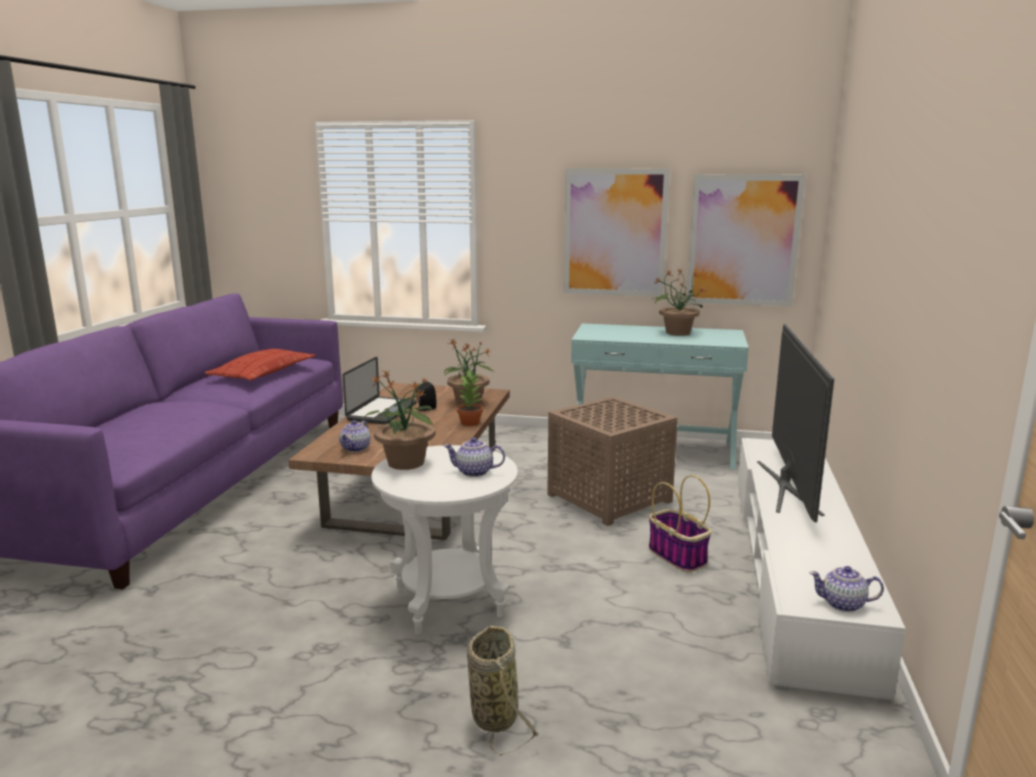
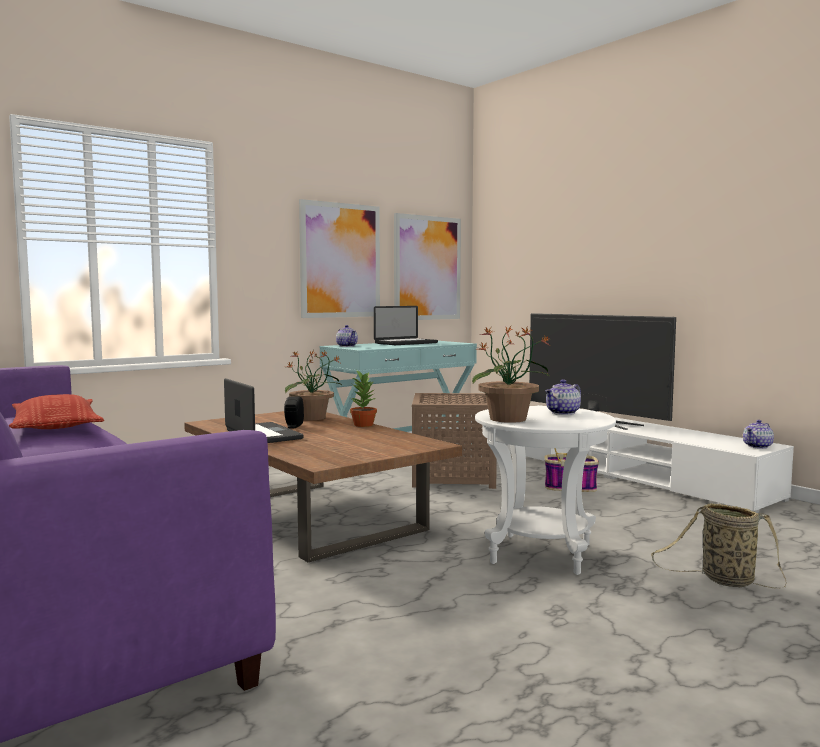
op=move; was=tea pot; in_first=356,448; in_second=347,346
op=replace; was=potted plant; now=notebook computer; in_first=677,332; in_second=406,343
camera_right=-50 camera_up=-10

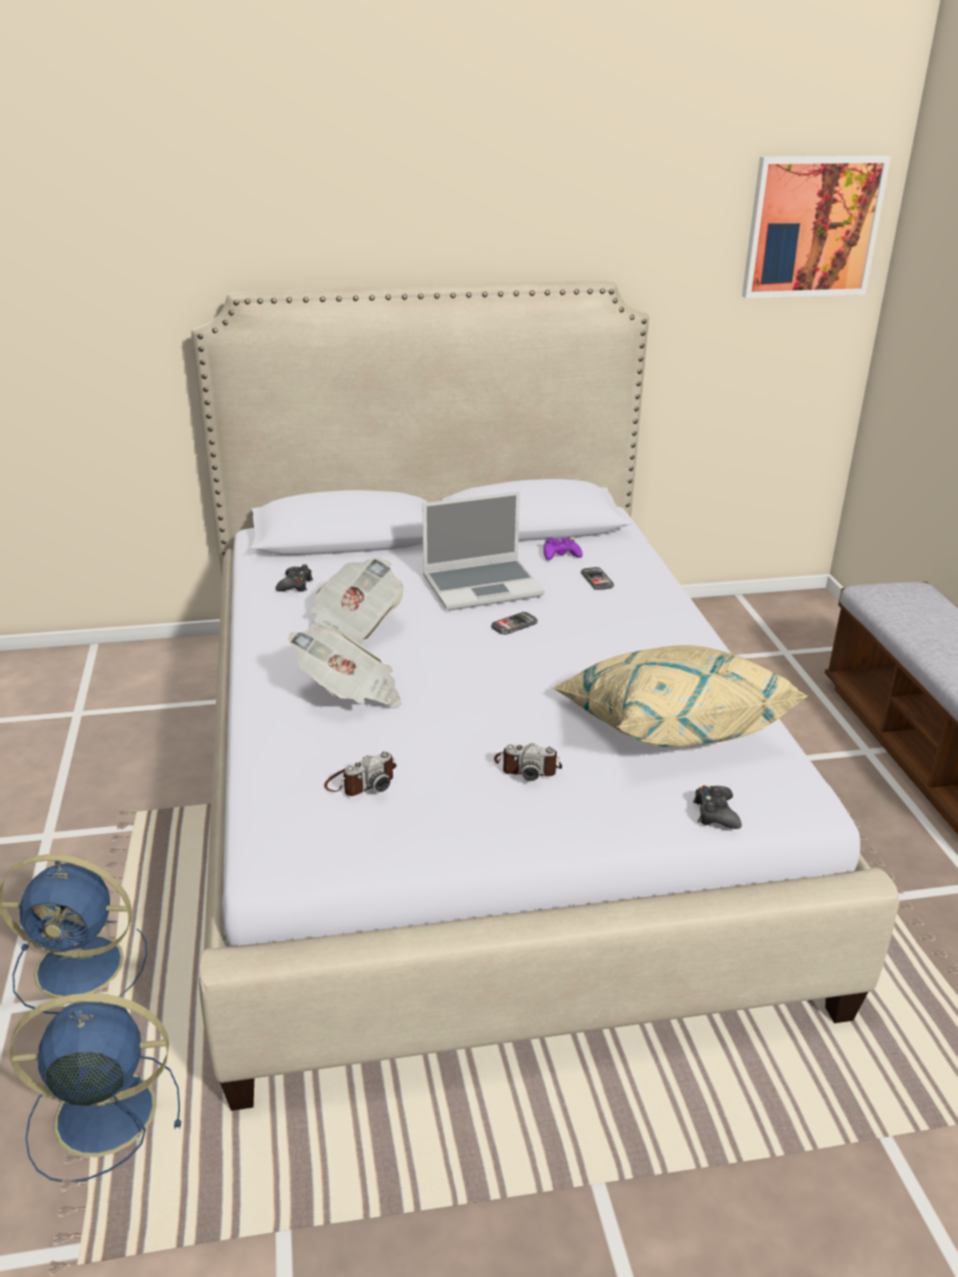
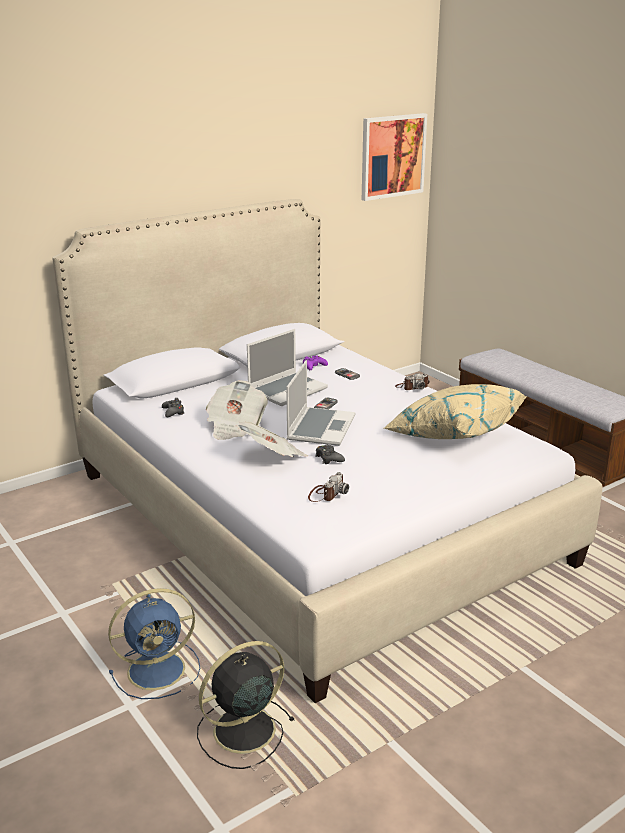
op=recolor; was=cooling fan (blue); now=cooling fan (blackish); in_first=100,1114; in_second=241,731
op=insert; now=notebook computer; in_second=320,427
op=move; was=gamepad (blackish); in_first=715,813; in_second=329,458
op=move; was=photo camera; in_first=527,766; in_second=412,387
camera_right=-25 camera_up=-5

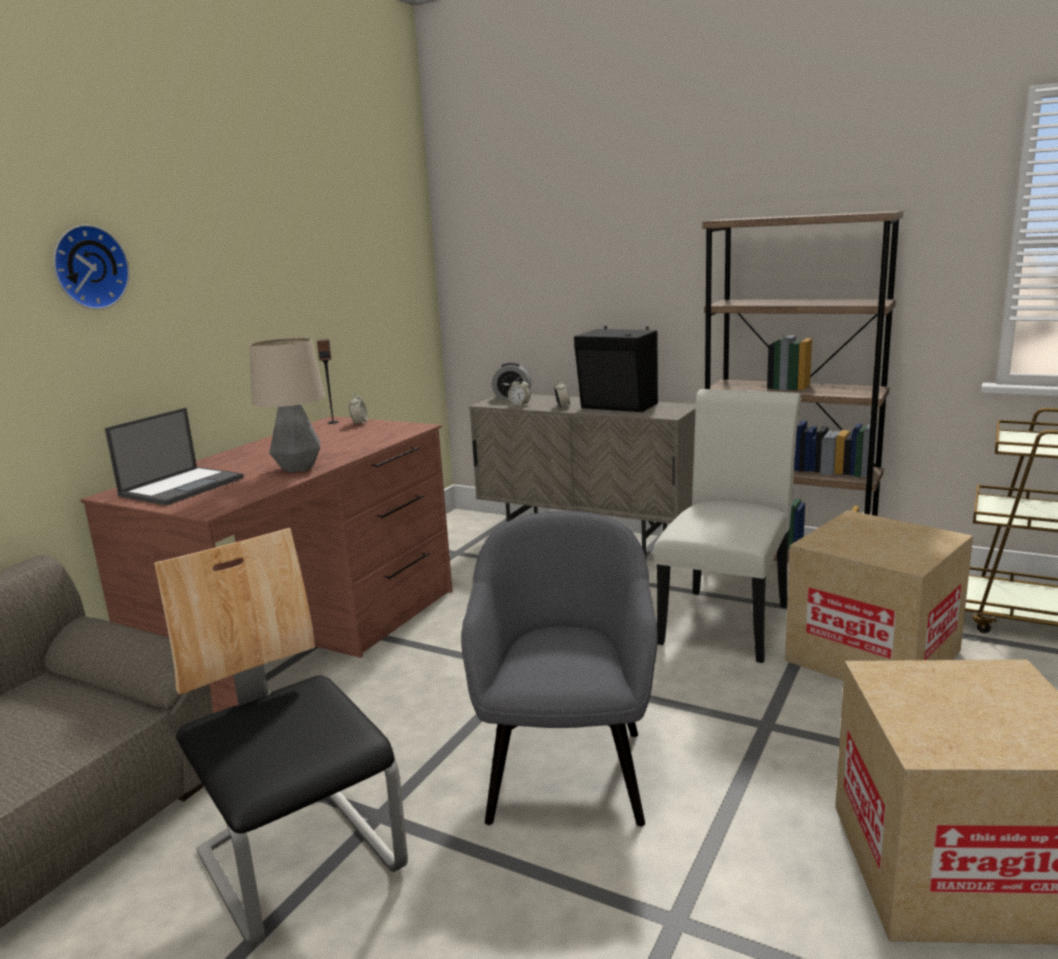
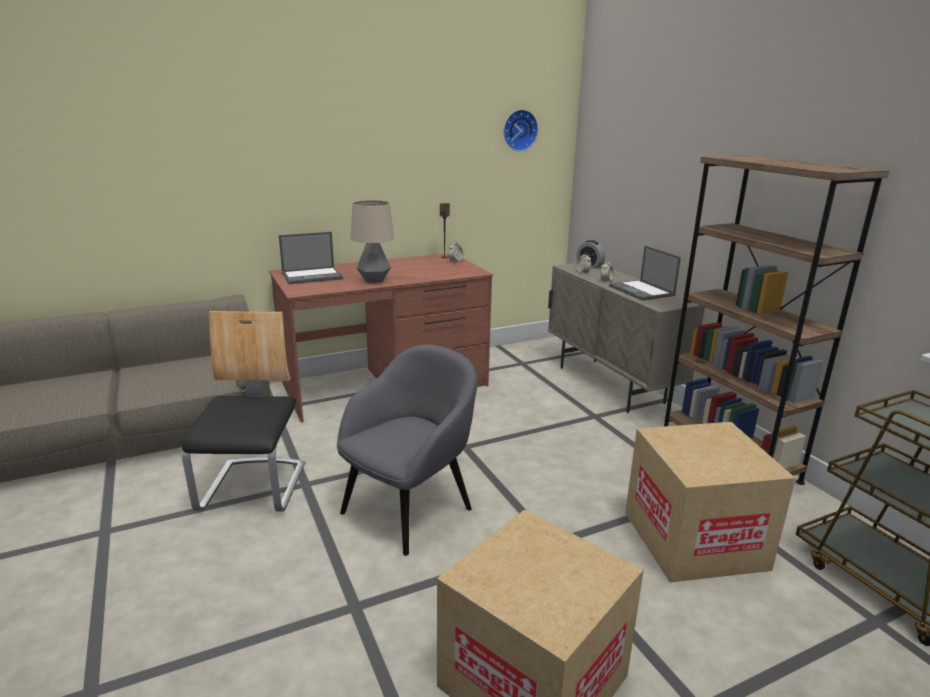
op=move; was=wall clock; in_first=88,267; in_second=519,130
op=replace; was=speaker (blackish); now=notebook computer; in_first=619,406; in_second=642,291
op=delete; was=upright chair (white-coloured); in_first=728,619
camera_right=35 camera_up=5

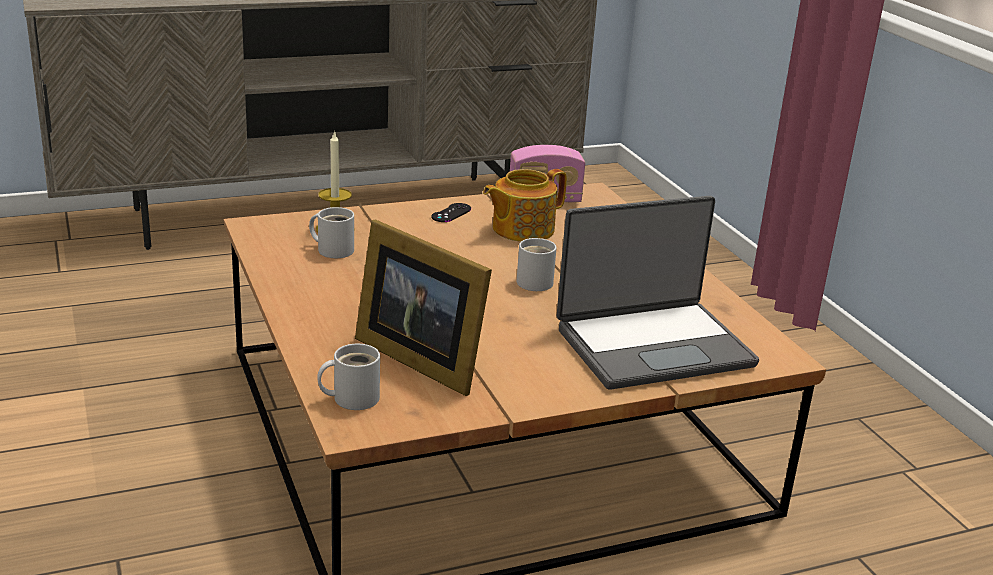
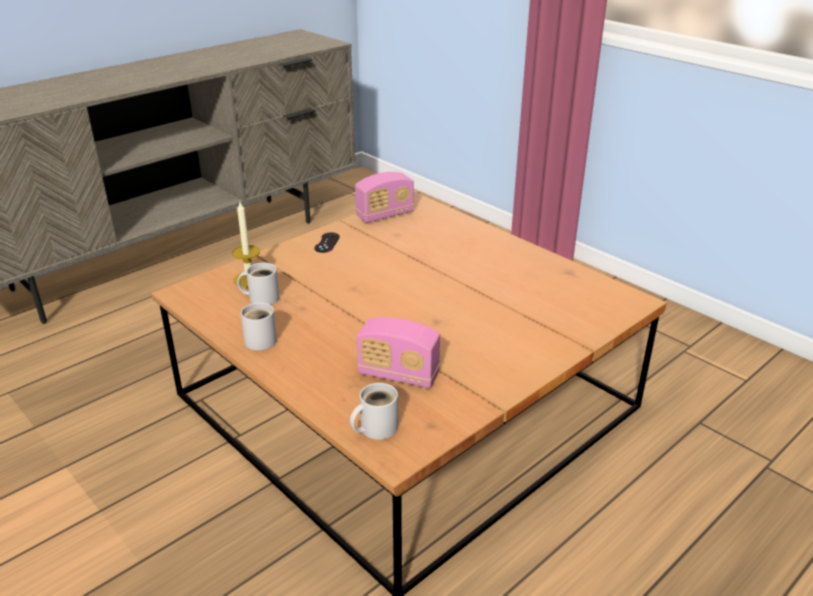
op=move; was=coffee mug (white-coloured); in_first=538,282; in_second=263,339
op=replace; was=standing frame; now=radio receiver; in_first=420,357; in_second=398,375
op=delete; was=tea pot; in_first=521,229
op=delete; was=notebook computer; in_first=653,345
camera_right=-20 camera_up=5

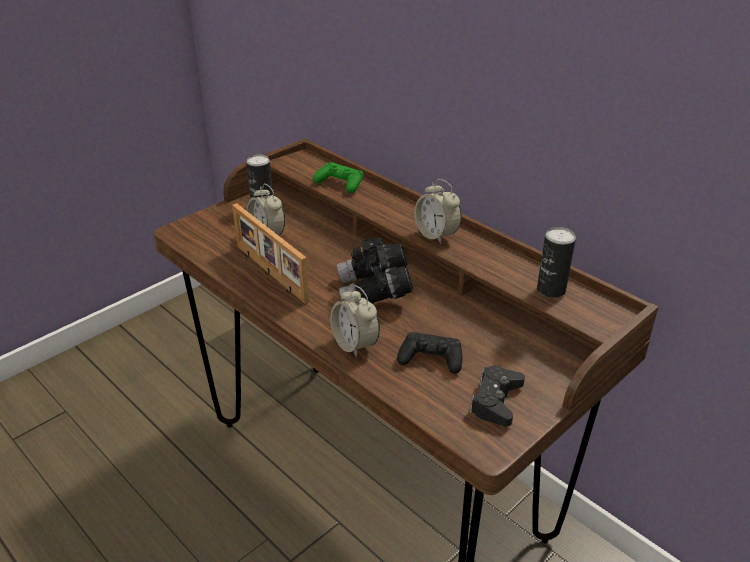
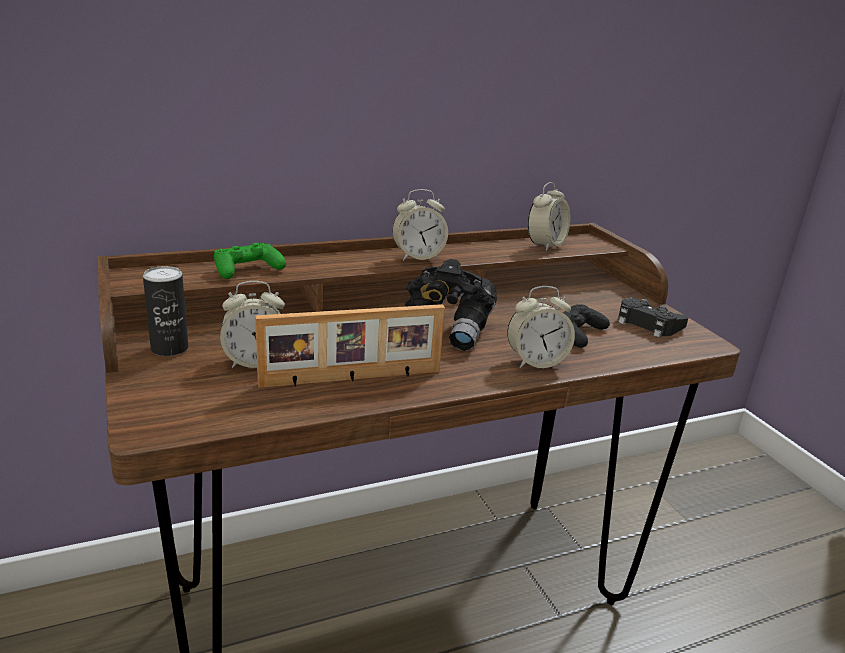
op=replace; was=metal can; now=bedside clock; in_first=551,290; in_second=545,245
camera_right=-70 camera_up=-10

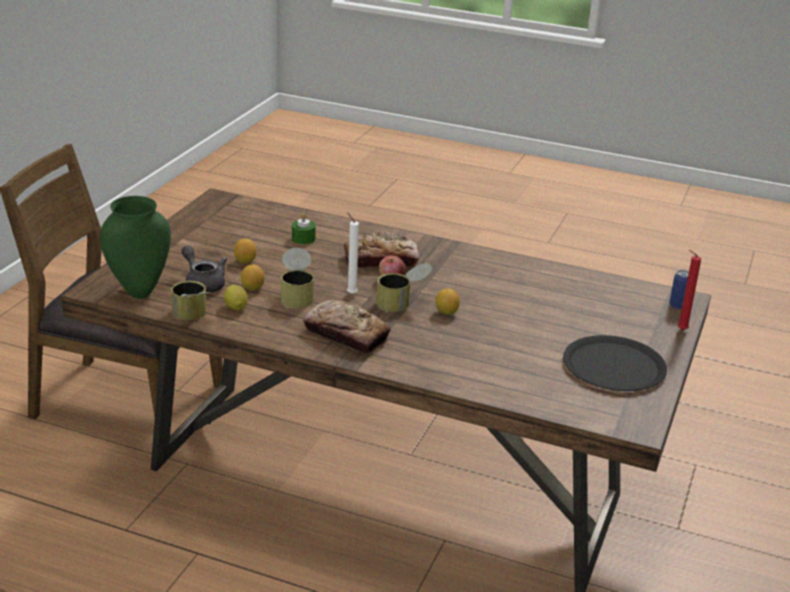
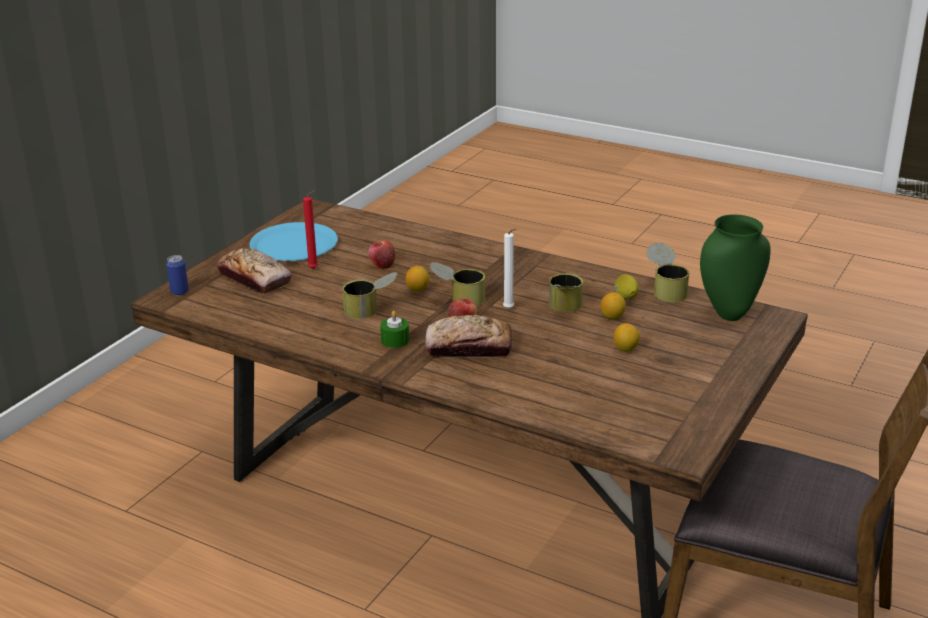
op=move; was=bakery bread; in_first=346,334; in_second=254,279
op=recolor; was=dinner plate (blackish); now=dinner plate (blue); in_first=614,366; in_second=294,244
op=move; was=wax light (red); in_first=680,330; in_second=315,268
op=insert; now=metal can; in_second=371,310
op=insert; now=apple fruit; in_second=382,264
op=move; was=wax light (green-coloured); in_first=303,239; in_second=395,340
op=delete; was=tea pot (greyish); in_first=203,283
camera_right=-170 camera_up=0

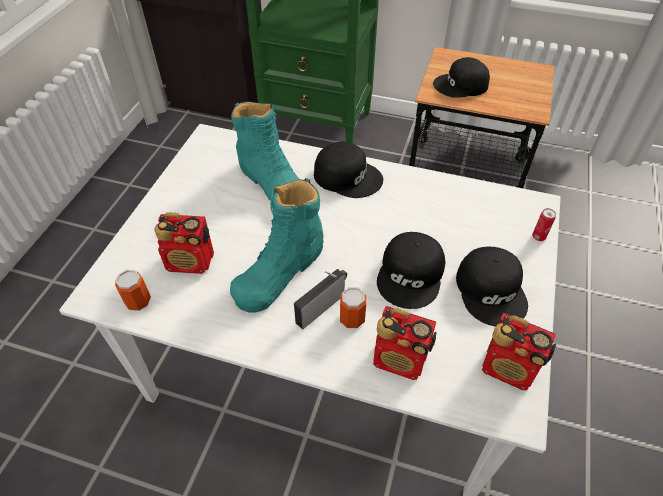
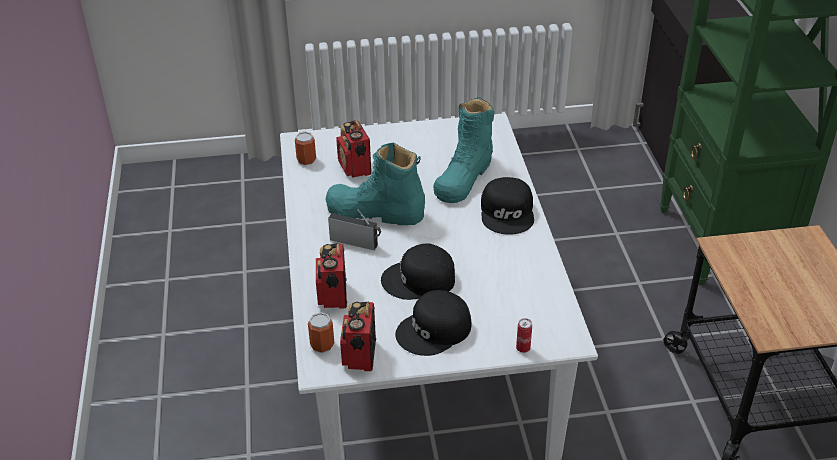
op=move; was=metal can; in_first=352,319; in_second=322,345
op=delete; was=peaked cap (blackish); in_first=461,85
camera_right=65 camera_up=-10

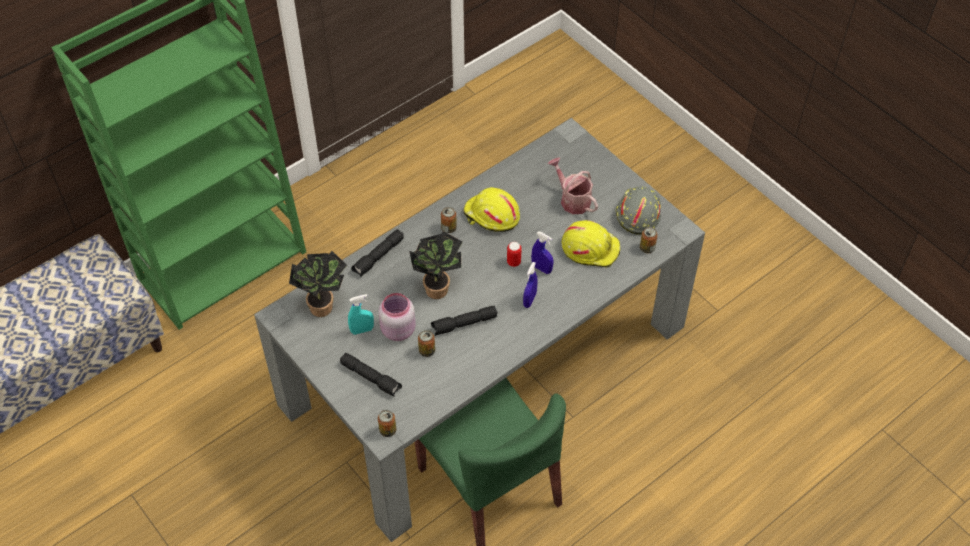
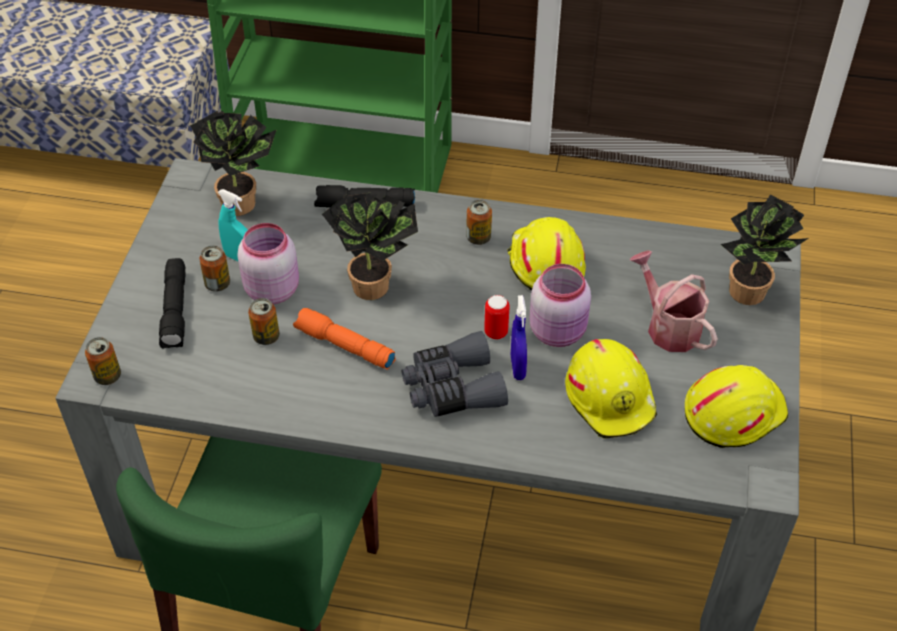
op=move; was=metal can; in_first=647,248; in_second=217,284
op=recolor; was=flashlight (blackish); now=flashlight (orange); in_first=464,324; in_second=344,346
op=replace; was=hand sprayer (blue); now=field glasses (greyish); in_first=529,300; in_second=452,388
op=insert; now=storage jar (pink); in_second=559,331
op=rotate; was=watering pot; in_first=572,199; in_second=668,326; clockwise=-45
op=recolor; was=hard hat (greyish); now=hard hat (yellow); in_first=637,213; in_second=733,411
op=insert; now=potted plant; in_second=750,296
camera_right=50 camera_up=-5

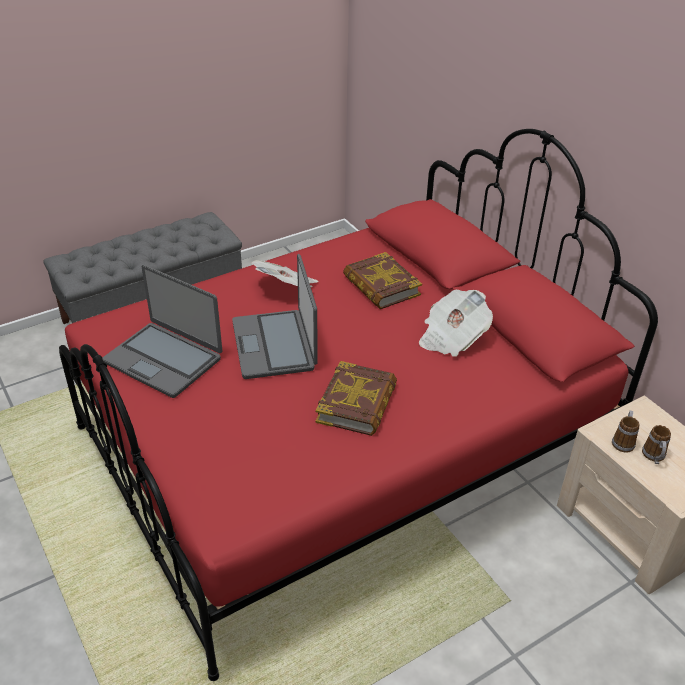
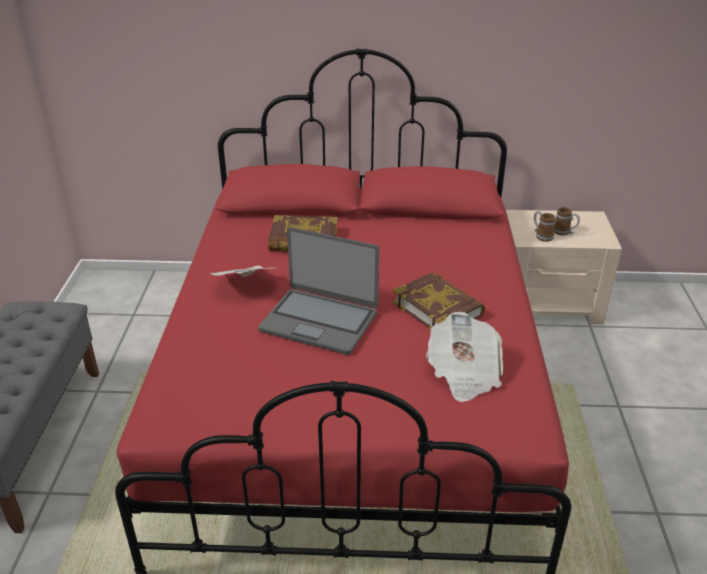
op=move; was=daily paper; in_first=451,337; in_second=463,374
op=delete; was=notebook computer; in_first=164,359
camera_right=-55 camera_up=-5

